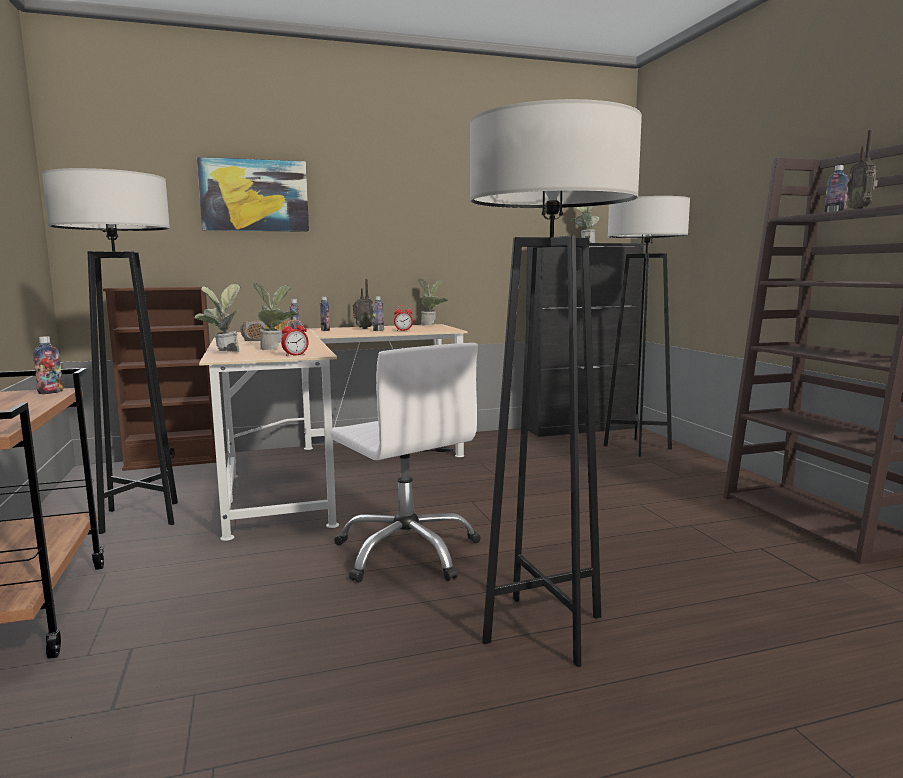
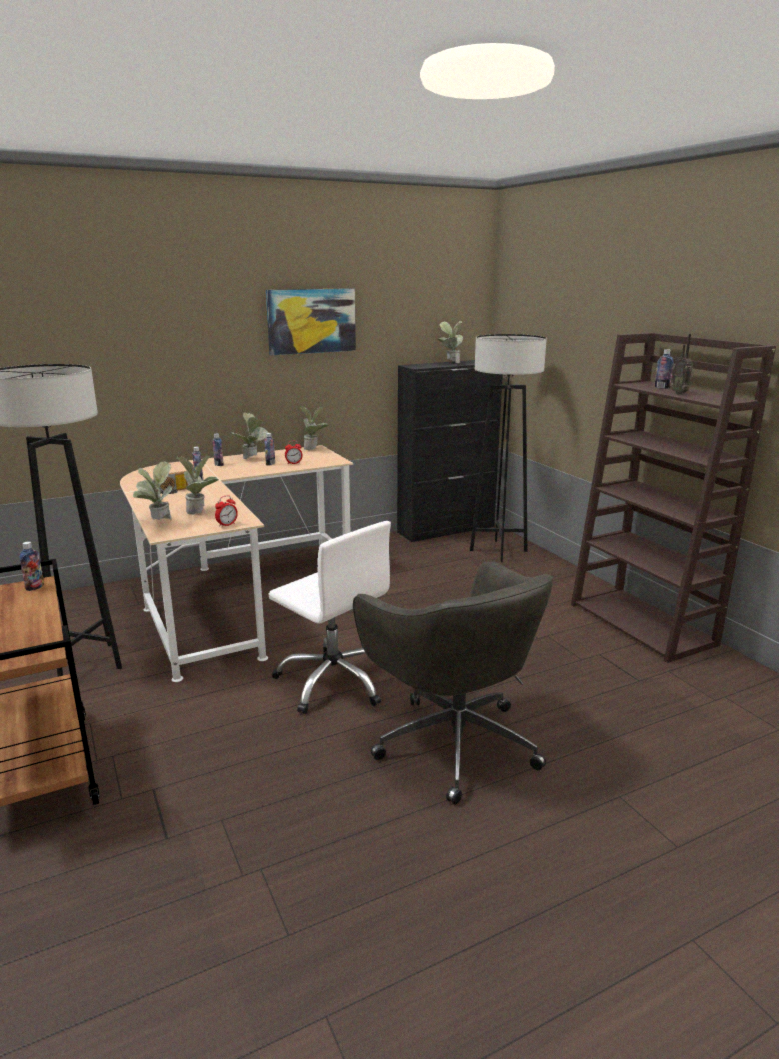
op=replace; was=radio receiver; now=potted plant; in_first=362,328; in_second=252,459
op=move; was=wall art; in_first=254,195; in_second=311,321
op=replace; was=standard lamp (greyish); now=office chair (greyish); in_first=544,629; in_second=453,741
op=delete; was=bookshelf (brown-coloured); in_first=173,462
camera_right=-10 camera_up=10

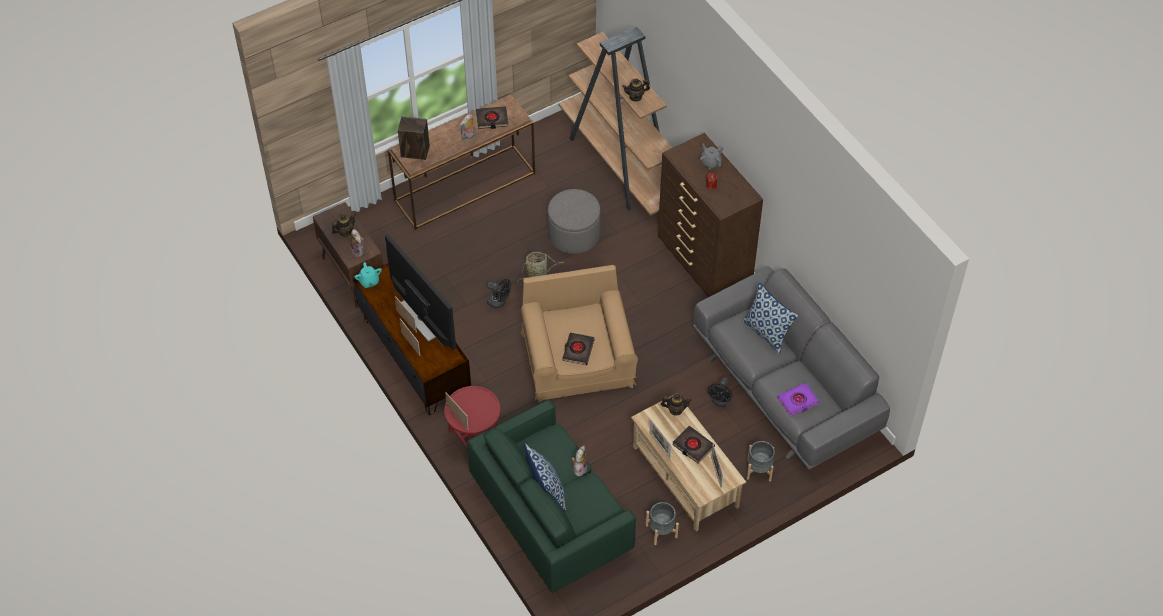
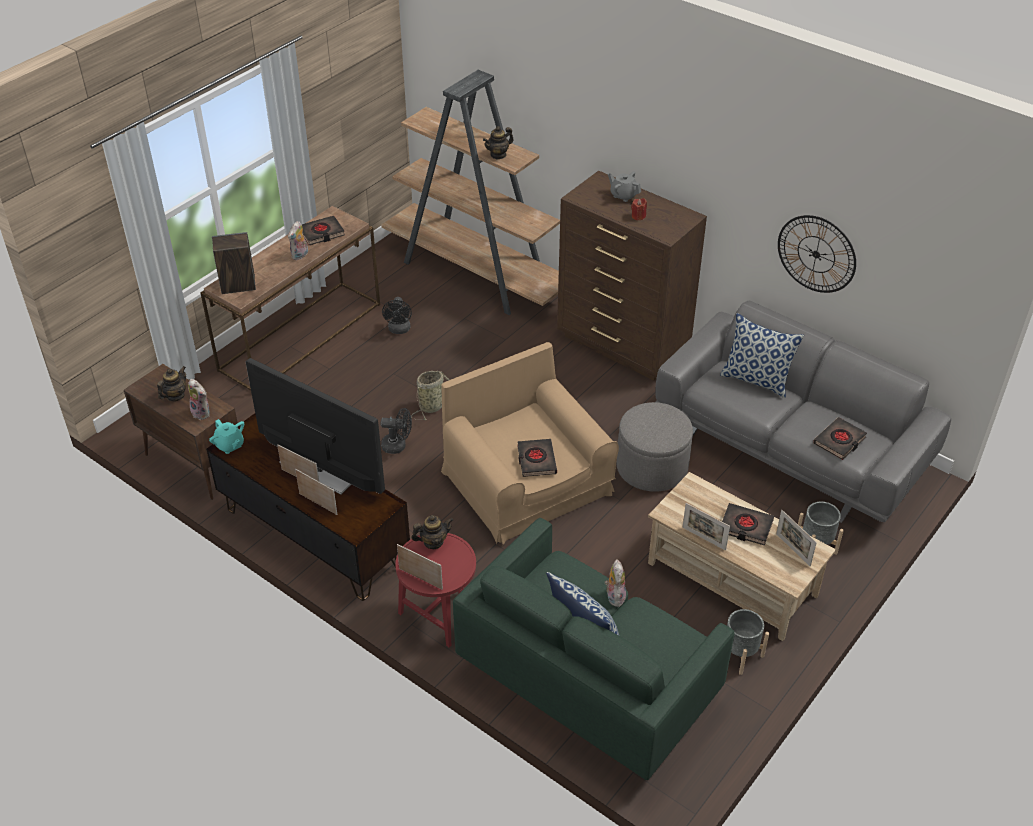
op=move; was=cooling fan (blackish); in_first=720,402; in_second=399,330
op=move; was=tea pot; in_first=675,410; in_second=433,542
op=move; was=ottoman (greyish); in_first=574,234; in_second=652,467
op=insert; now=wall clock; in_second=816,254
op=recolor; was=book (purple); now=book (blackish); in_first=798,401; in_second=839,441
camera_right=-20 camera_up=-10

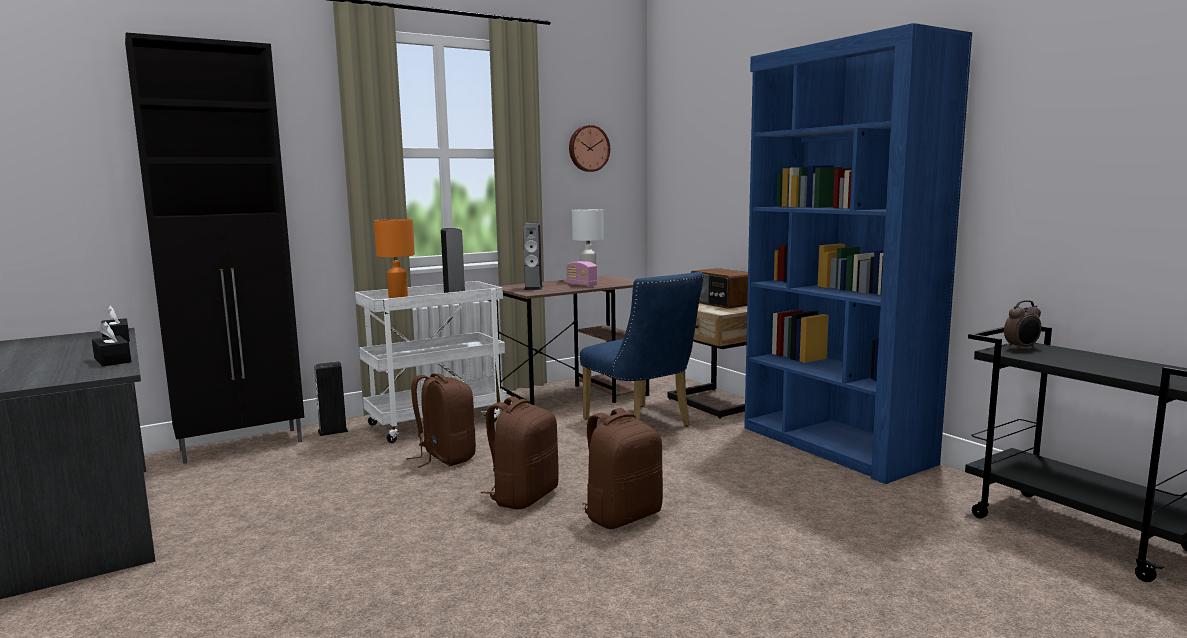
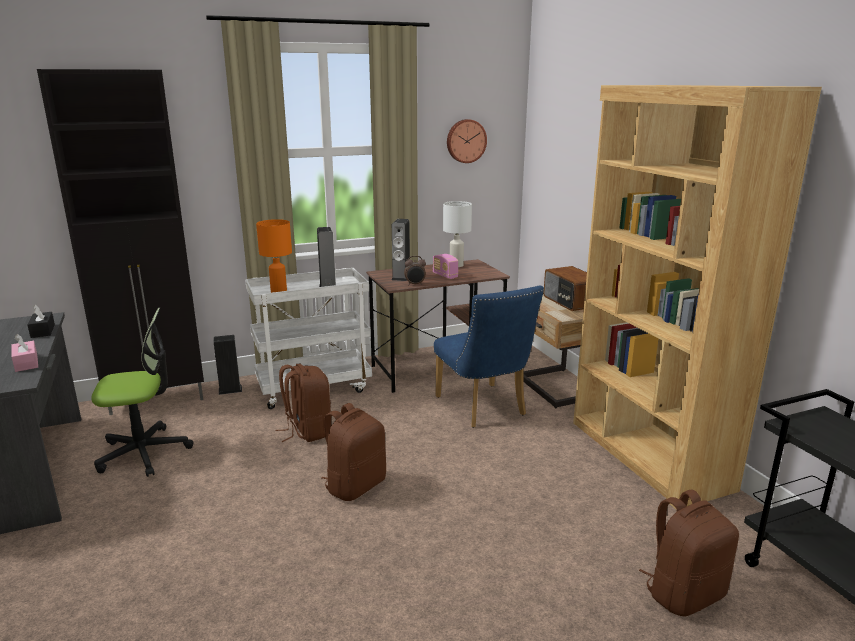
op=recolor; was=tissue box (blackish); now=tissue box (pink); in_first=112,360; in_second=26,363
op=insert; now=office chair; in_second=144,452
op=move; was=bedside clock; in_first=1021,348; in_second=415,284
op=recolor; was=bookshelf (blue); now=bookshelf (brown-coloured); in_first=834,445; in_second=648,455
op=move; was=rucksack (brown-coloured); in_first=622,516; in_second=683,593
camera_right=10 camera_up=10

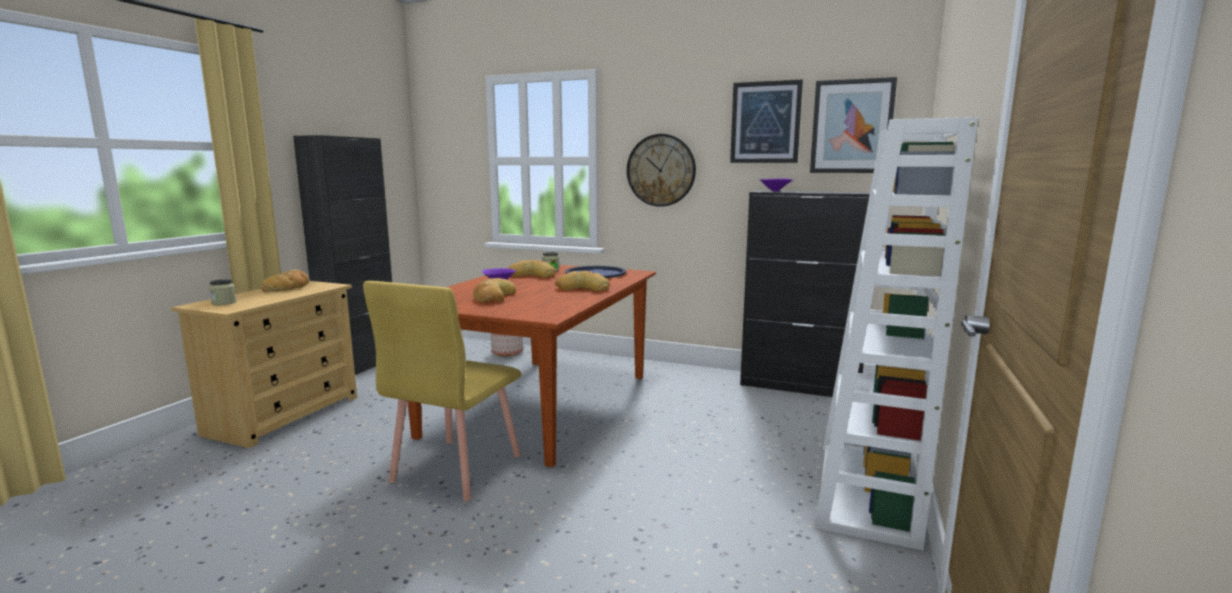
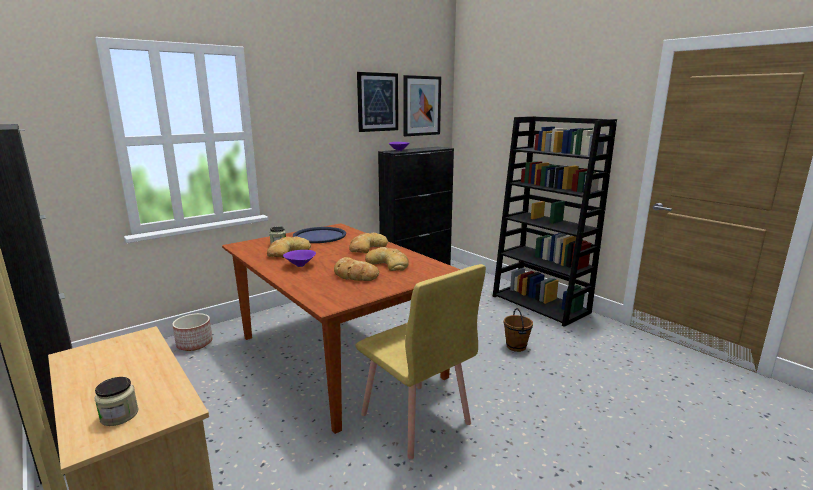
op=move; was=bakery bread; in_first=289,287; in_second=388,264
op=recolor; was=bookshelf (white-coloured); now=bookshelf (blackish); in_first=867,492; in_second=541,304
op=insert; now=bucket (brown-coloured); in_second=516,347
op=delete; was=wall clock; in_first=661,170
camera_right=-60 camera_up=5

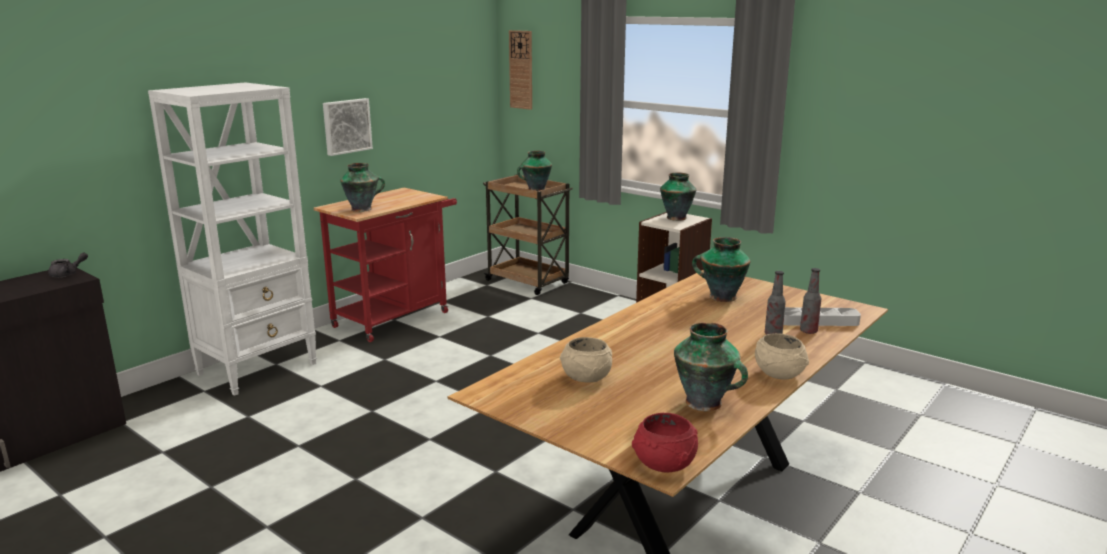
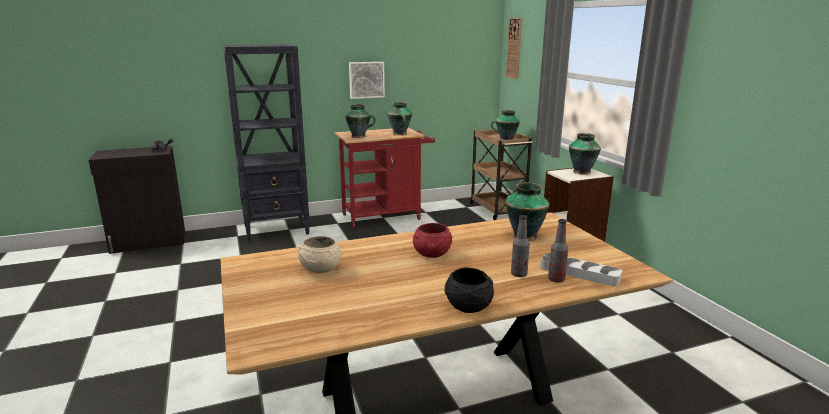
op=recolor; was=bookshelf (white-coloured); now=bookshelf (blackish); in_first=258,368; in_second=277,230
op=move; was=flower vase; in_first=705,403; in_second=400,134
op=move; was=bowl (red); in_first=665,465; in_second=432,254
op=recolor; was=bowl (sand-coloured); now=bowl (blackish); in_first=778,374; in_second=468,306
camera_right=30 camera_up=0

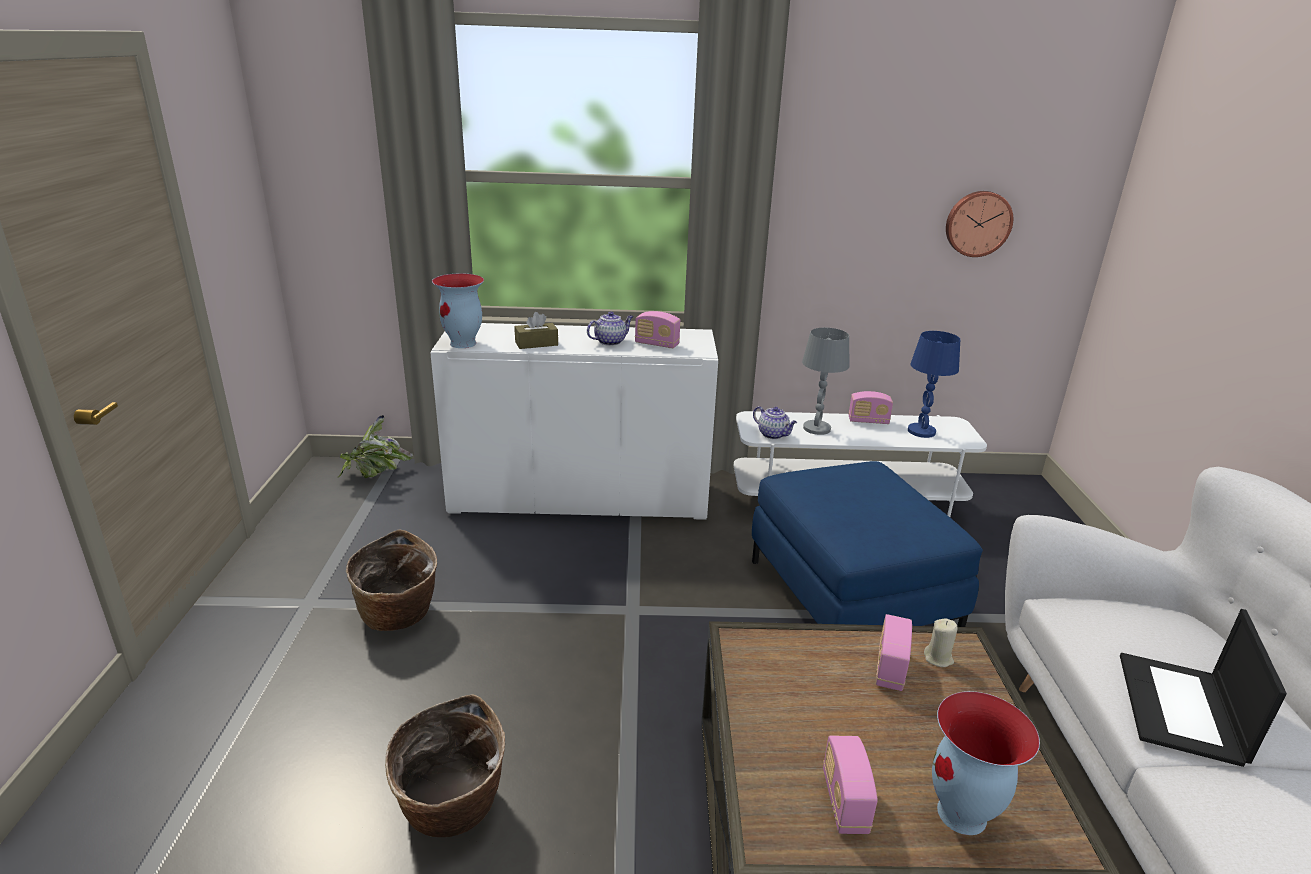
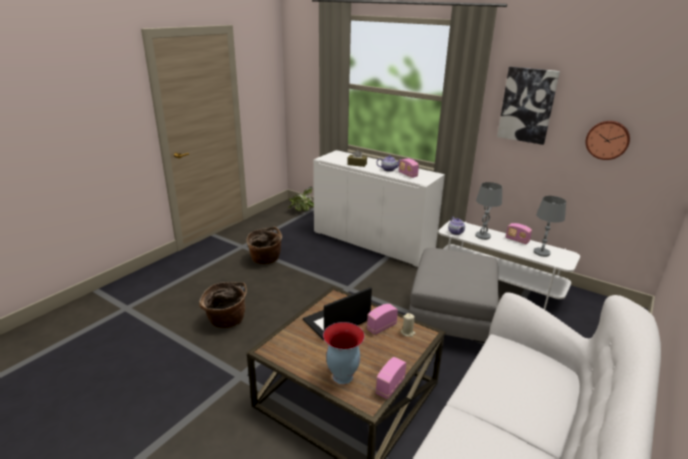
op=move; was=notebook computer; in_first=1181,709; in_second=336,321
op=move; was=radio receiver; in_first=844,802; in_second=390,386
op=recolor; was=ottoman (blue); now=ottoman (greyish); in_first=851,596; in_second=451,319
op=insert; now=wall art; in_second=527,105
op=recolor; was=tabletop lamp (blue); now=tabletop lamp (greyish); in_first=921,431; in_second=541,252
op=delete; was=flower vase; in_first=464,343
camera_right=35 camera_up=0

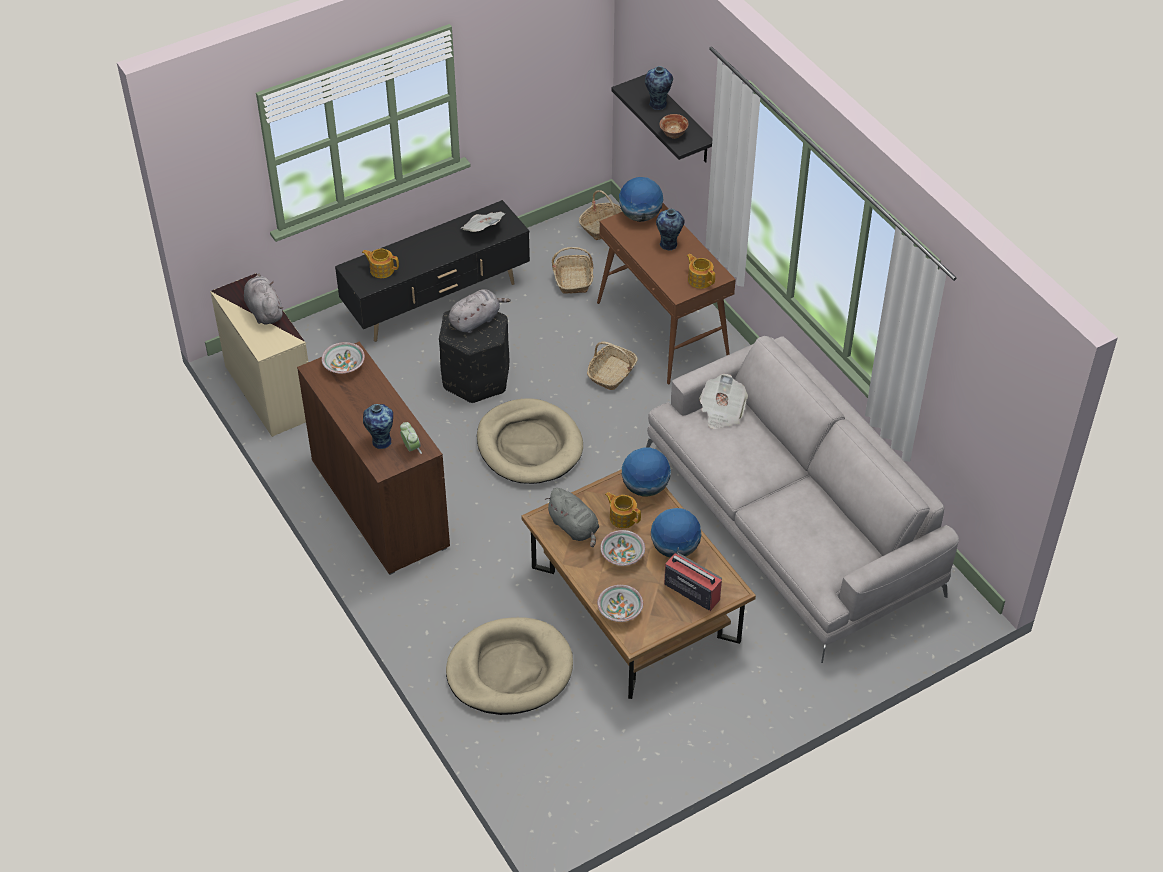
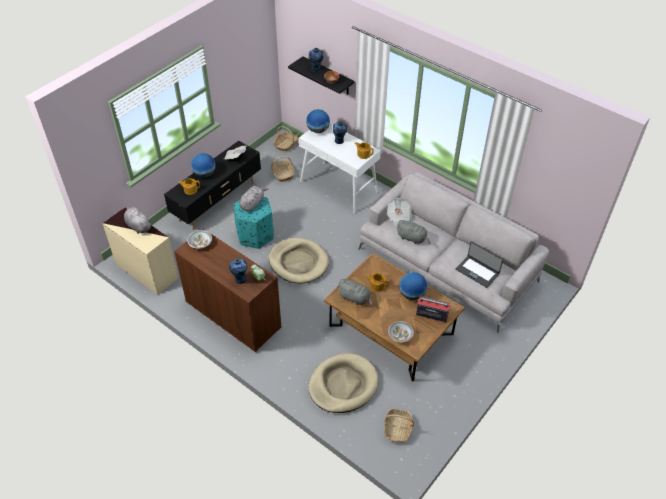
op=move; was=globe; in_first=645,487; in_second=204,174
op=recolor; was=ottoman (blackish); now=ottoman (turquoise-coloured); in_first=476,377; in_second=255,235
op=recolor; was=console table (brown-coloured); now=console table (white-coloured); in_first=663,330; in_second=339,187
op=move; was=basket; in_first=612,373; in_second=397,429
op=insert; now=cuddly toy (greyish); in_second=412,238
op=insert; now=notebook computer; in_second=477,271
op=delete; was=bowl; in_first=622,555
camera_right=-20 camera_up=0

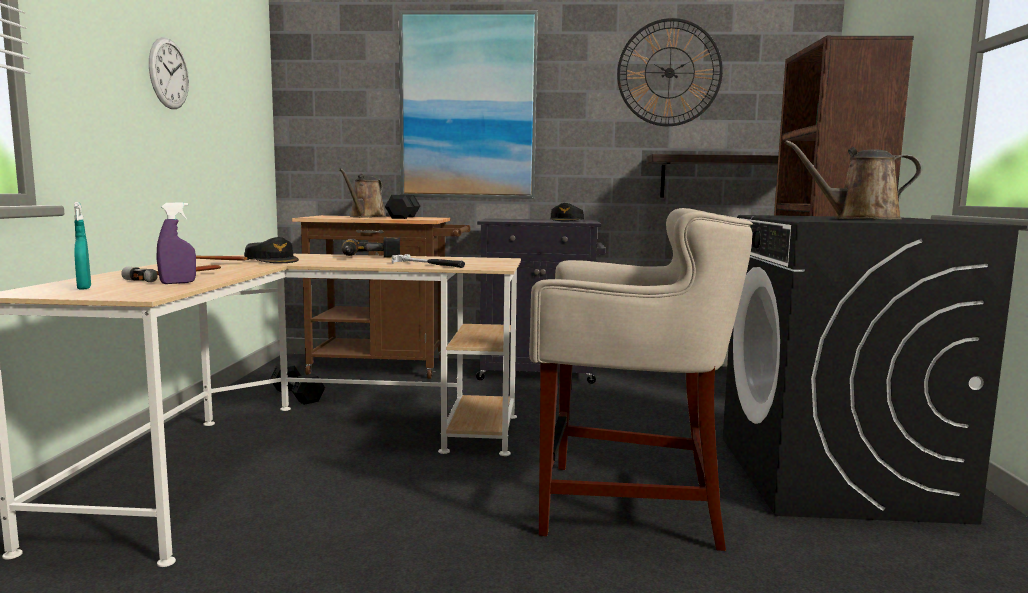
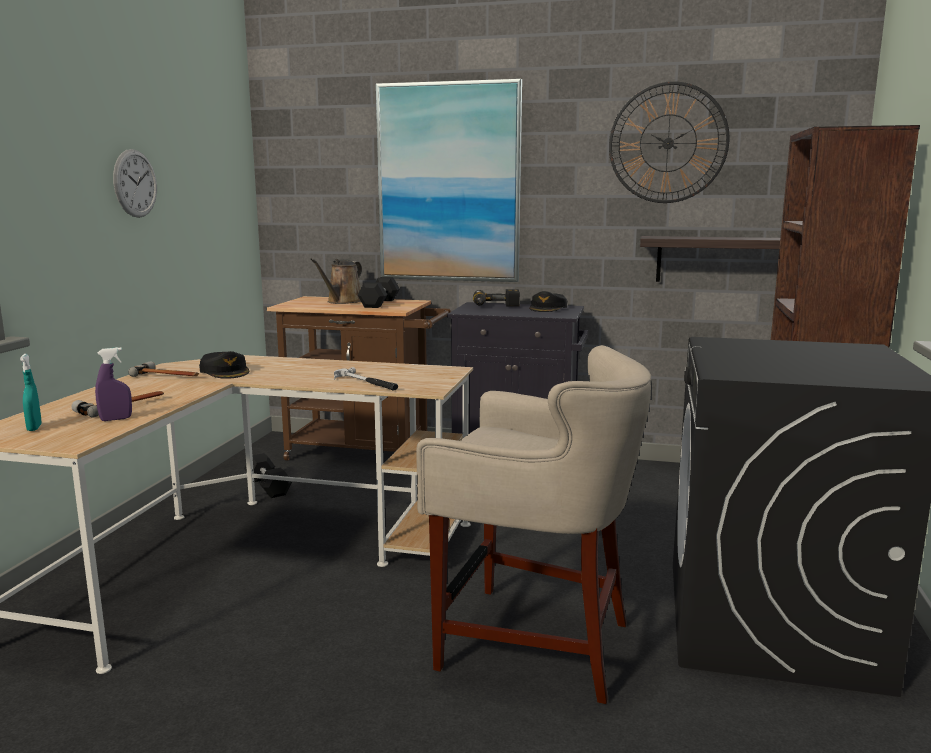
op=move; was=power drill; in_first=371,257; in_second=496,306
op=delete; was=watering pot (brown-coloured); in_first=859,219
camera_right=10 camera_up=5

